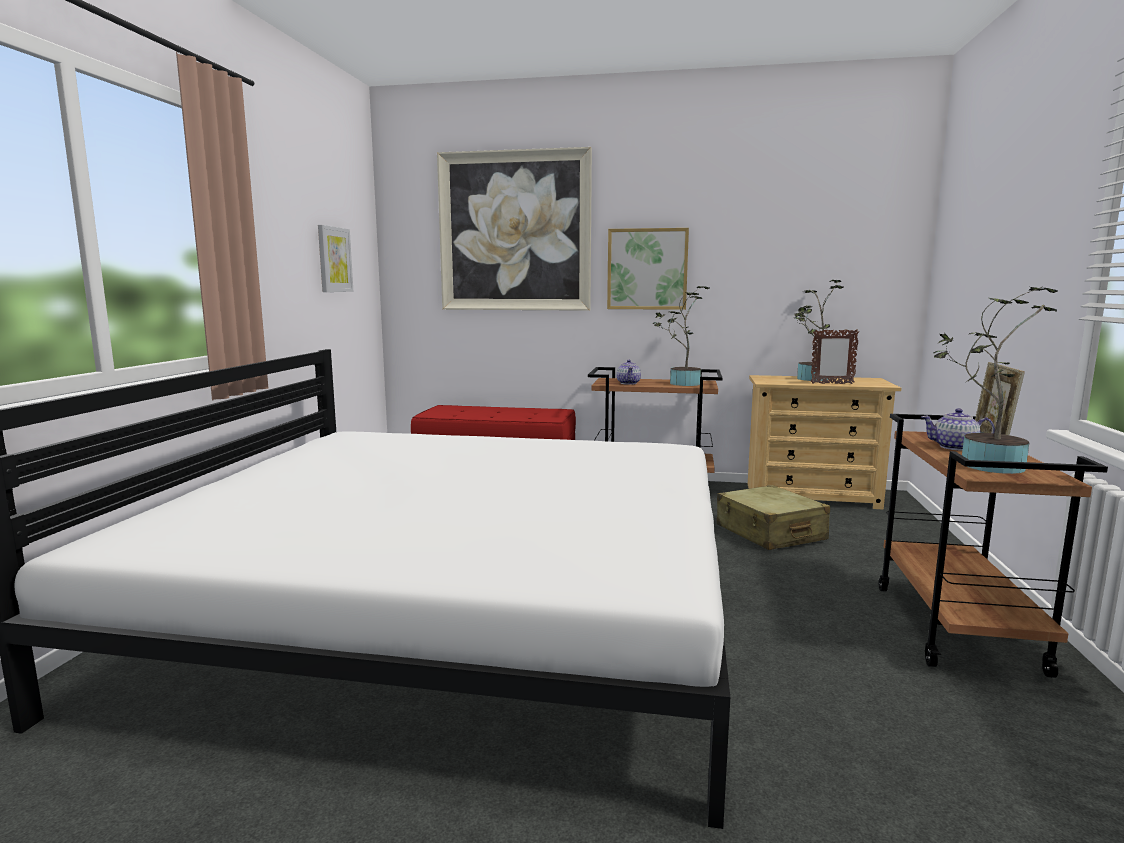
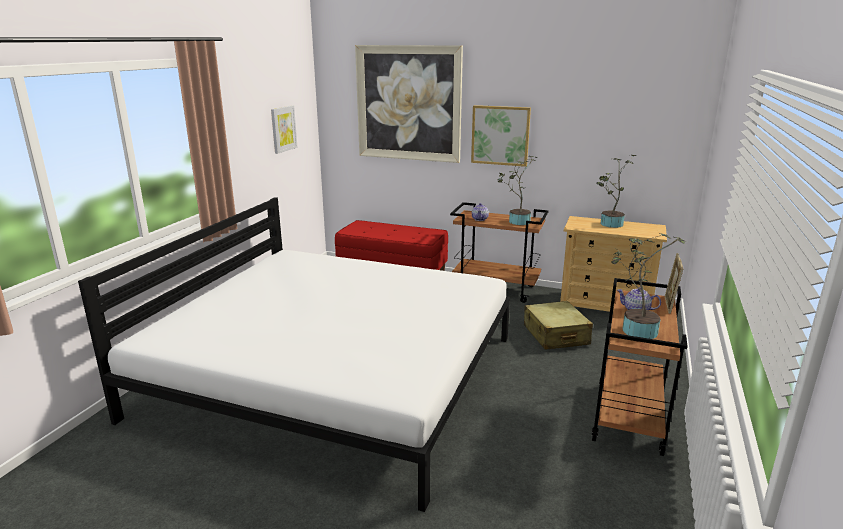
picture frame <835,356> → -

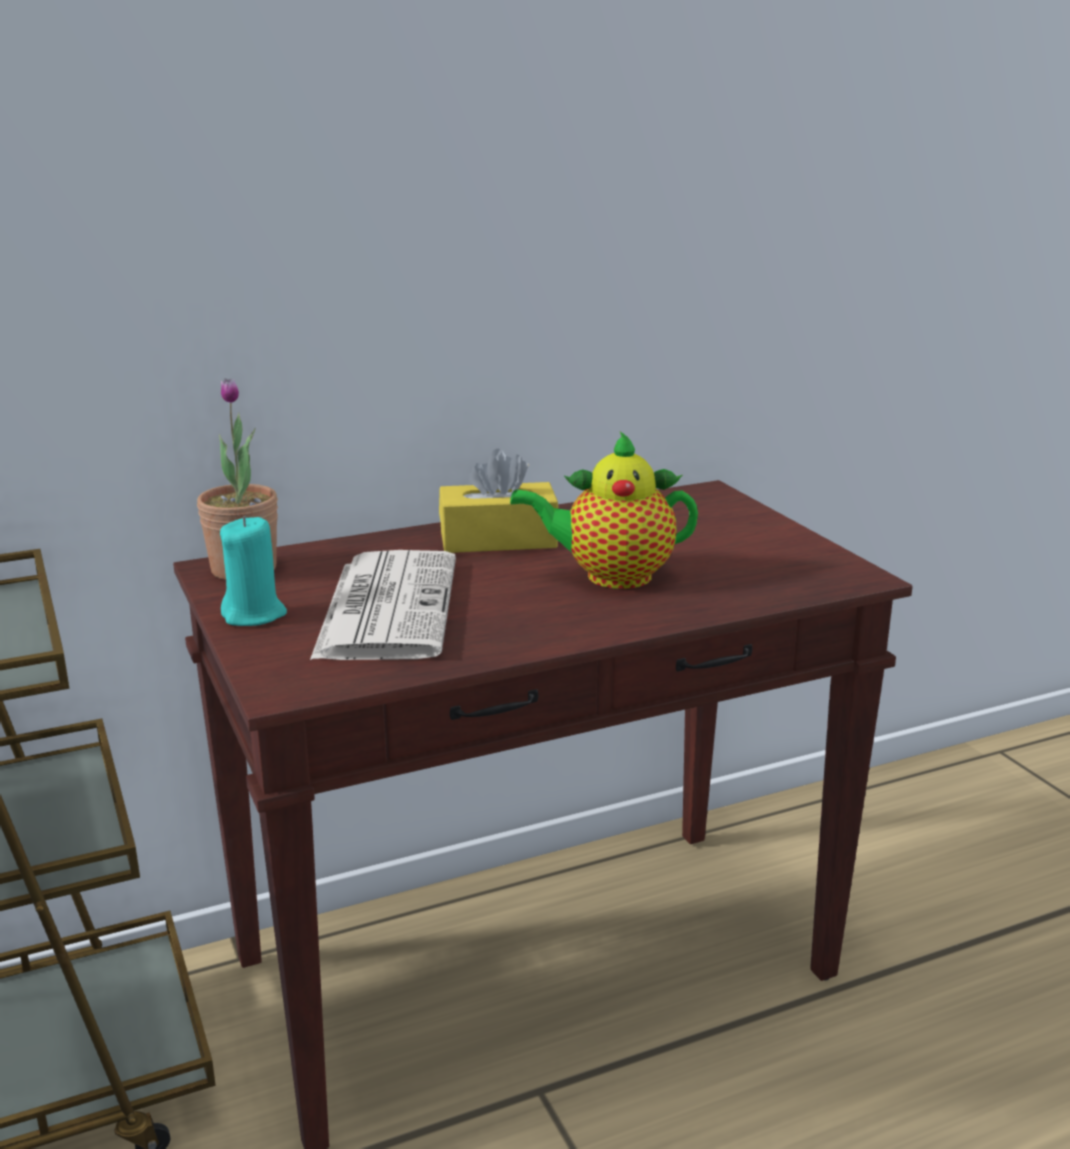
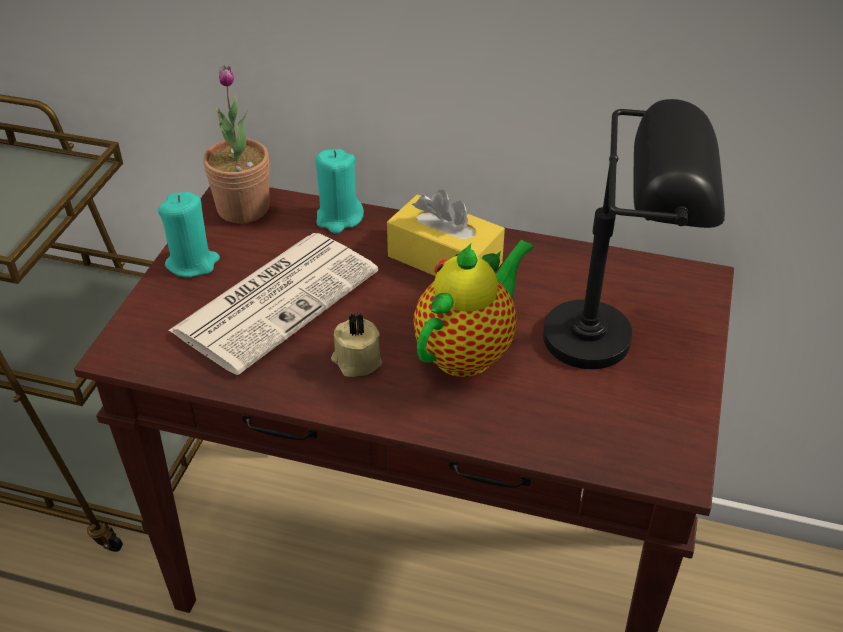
teapot <604,510> → teapot <473,308>, 90 degrees clockwise
- → candle in turquoise <339,191>
- → candle in beige <356,344>
- → table lamp in black <634,234>

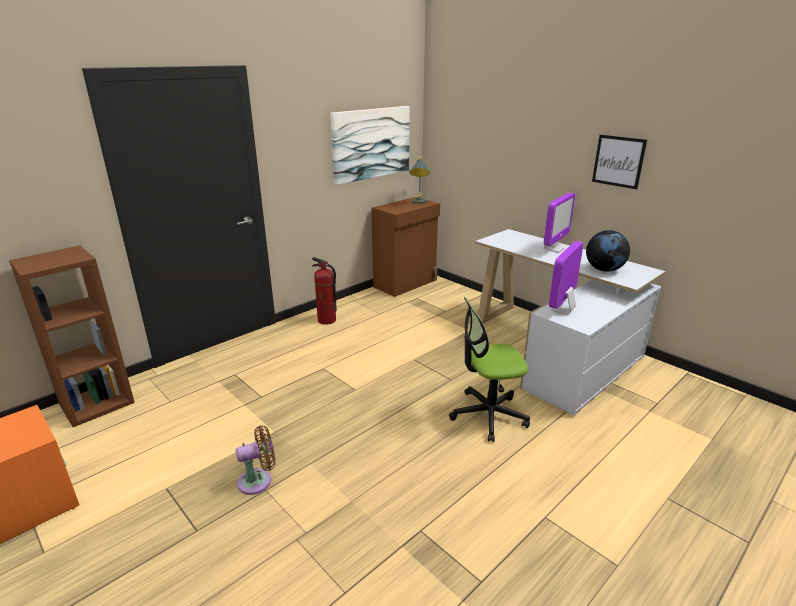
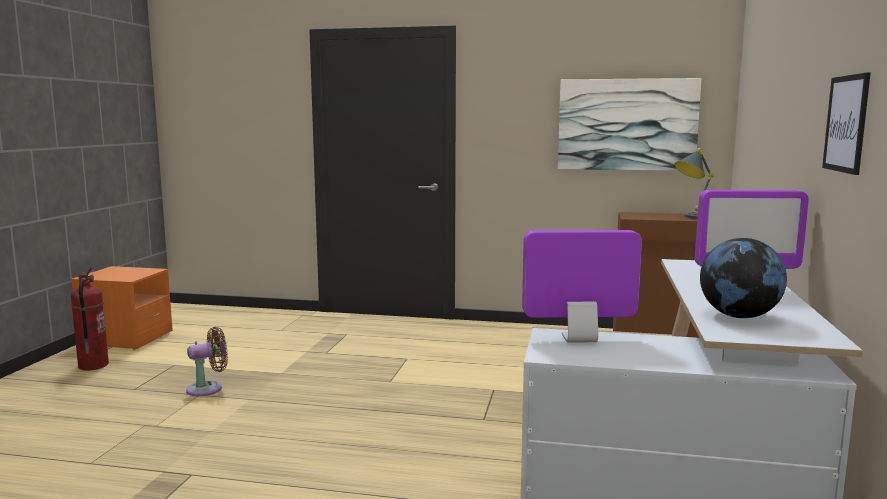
bookcase in brown <72,336> → -
fan in brown <255,460> → fan in brown <207,361>, 60 degrees counterclockwise
fire extinguisher <324,291> → fire extinguisher <90,318>, shifted
office chair <489,369> → -

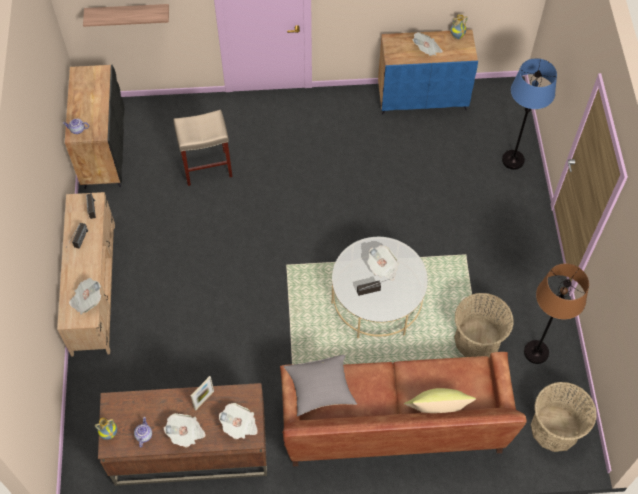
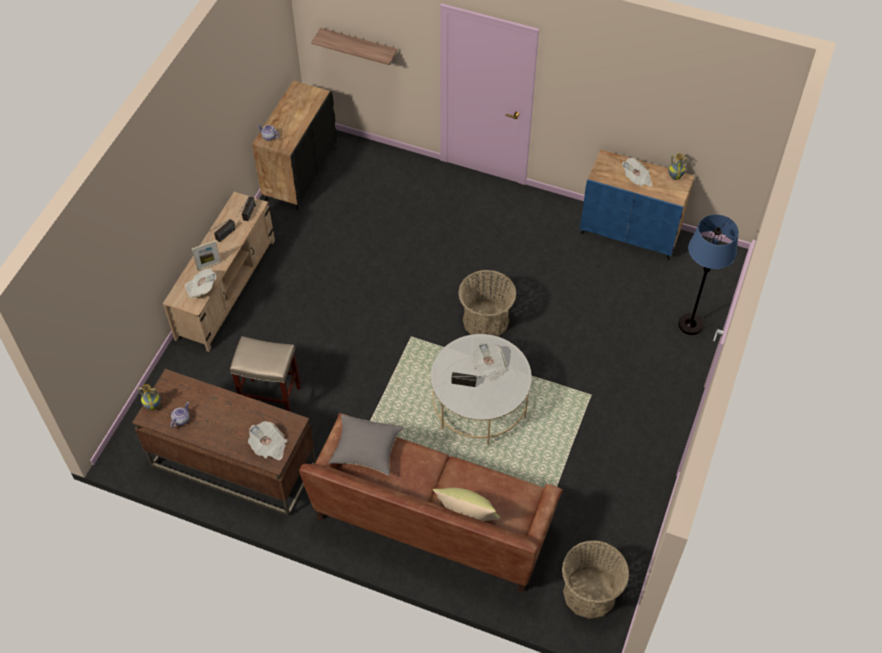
newspaper <185,430> → -
stool in beige <202,148> → stool in beige <265,374>, shifted
picture frame <202,393> → picture frame <206,256>, shifted
basket <484,325> → basket <487,303>, shifted
floor lamp in brown <556,313> → -

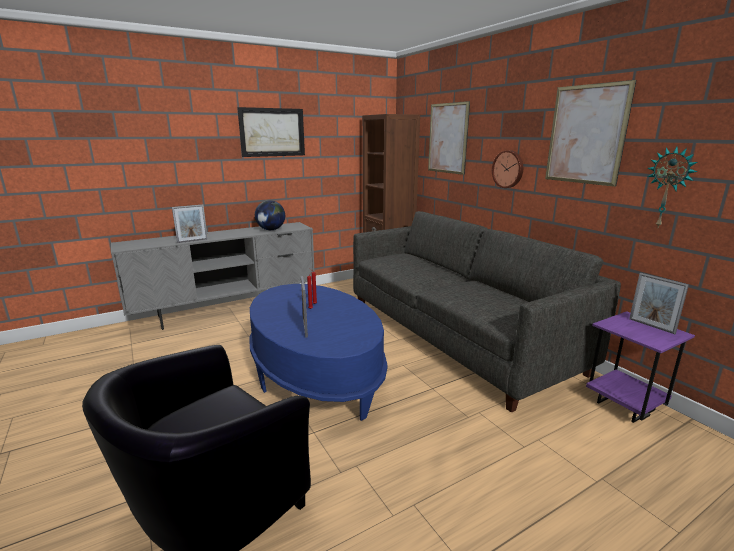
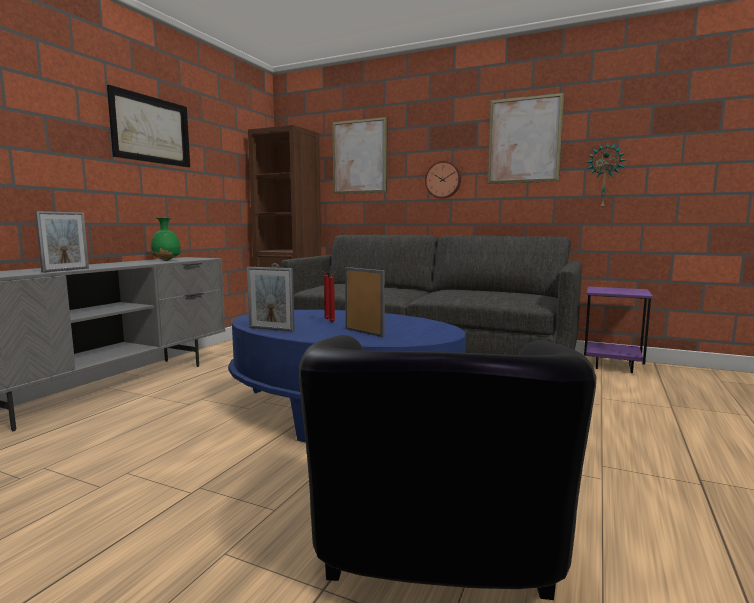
globe <270,215> → vase in green <165,239>
picture frame <659,303> → picture frame <271,299>, shifted

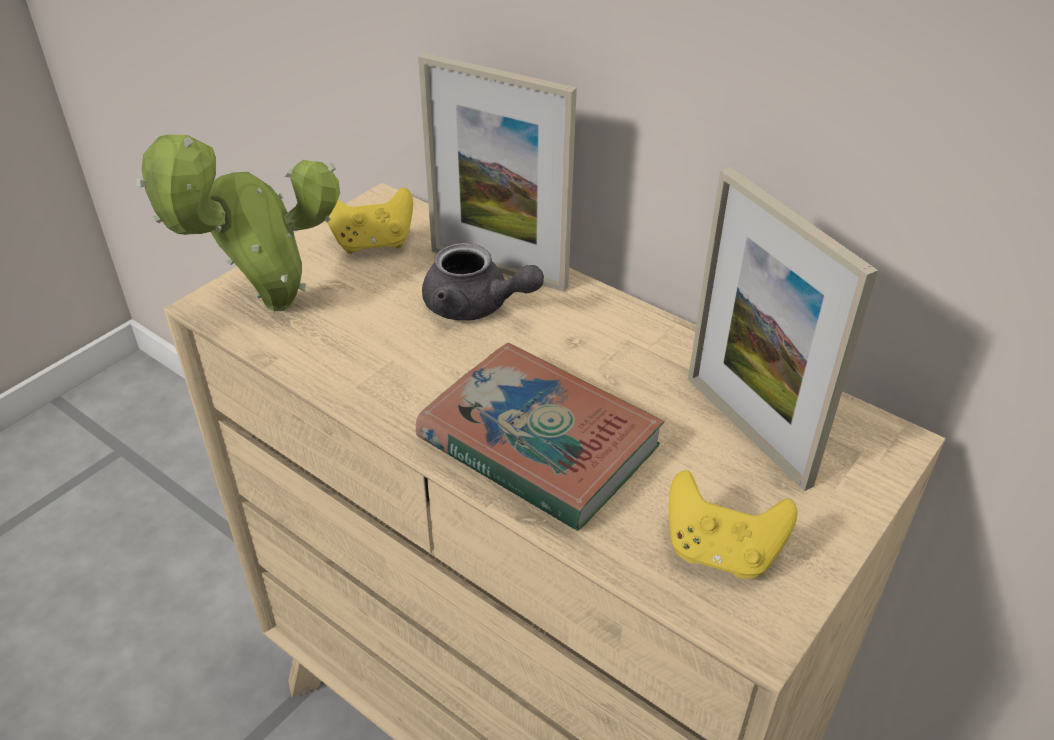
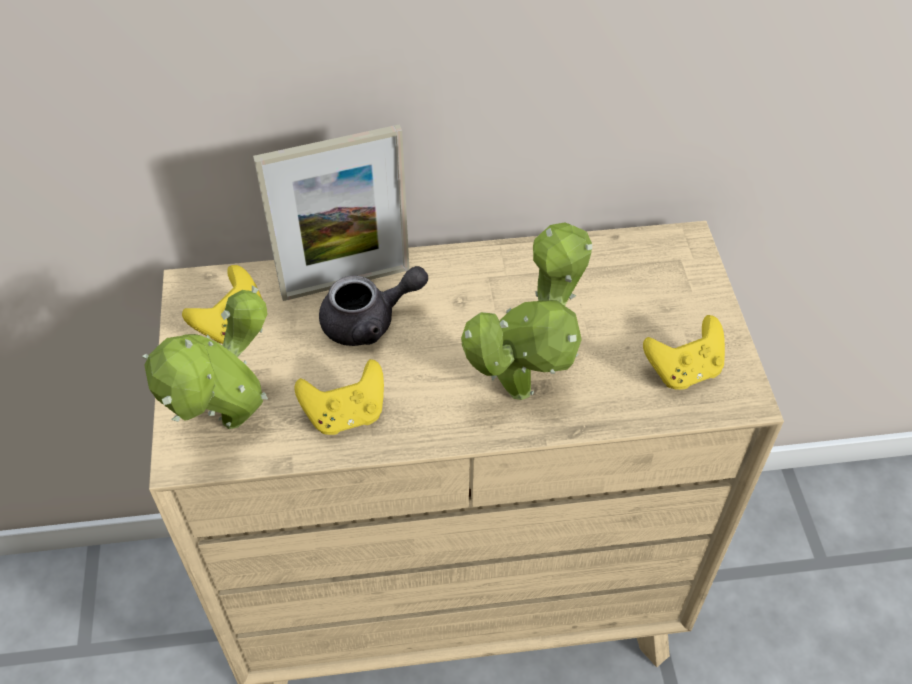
book <540,437> → potted plant <526,311>
picture frame <783,329> → -
- → game controller in yellow <339,397>

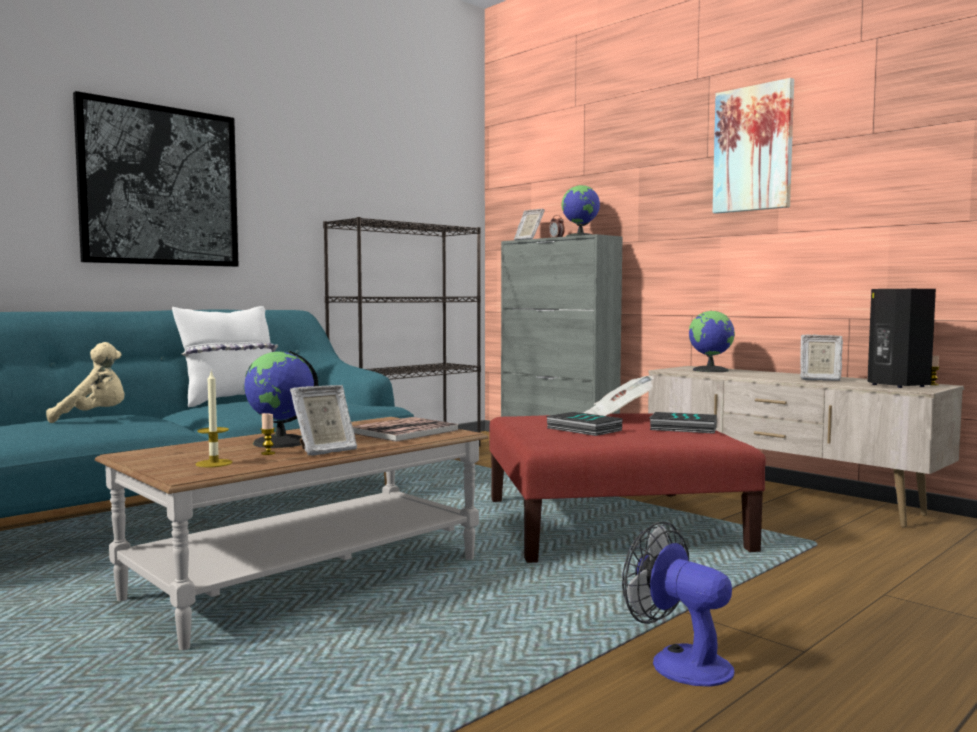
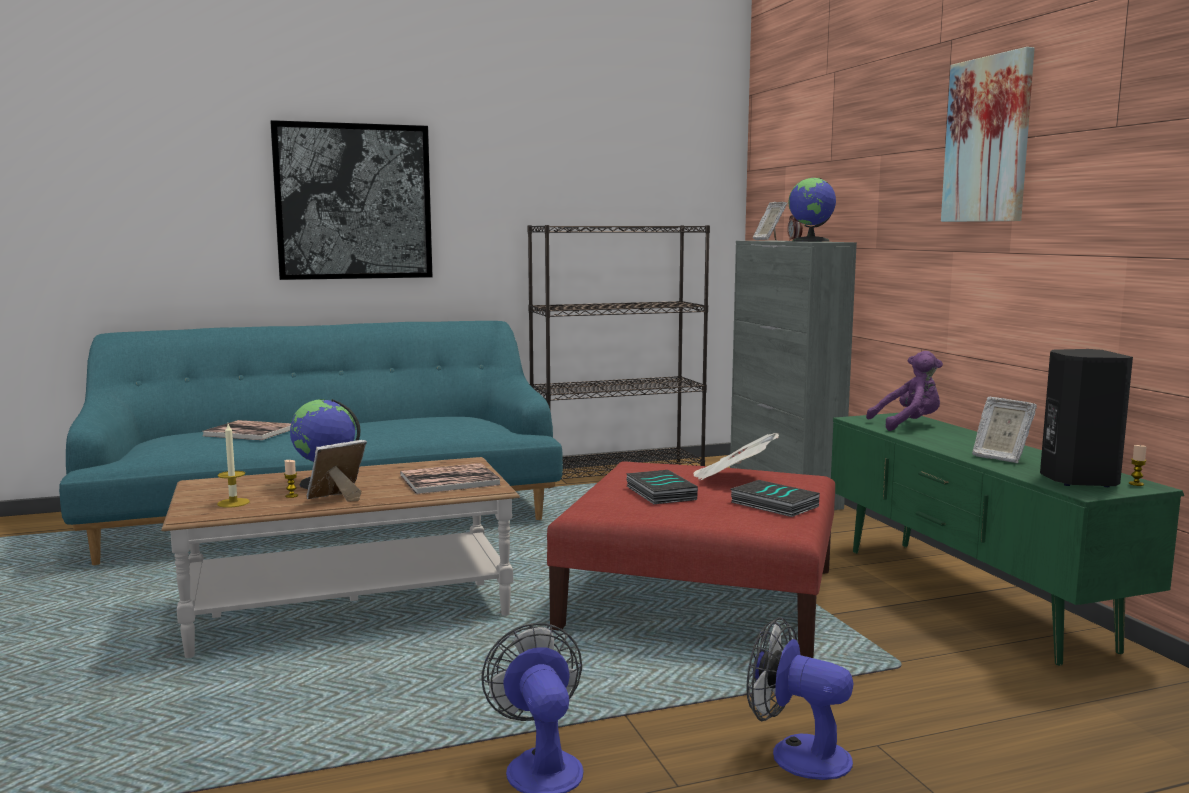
plush toy in beige <85,382> → book <247,430>
pillow in white <225,356> → -
picture frame <323,420> → picture frame <337,471>, 150 degrees clockwise
tv stand in beige <806,446> → tv stand in green <1007,539>
globe <712,341> → plush toy in purple <904,391>
- → fan <800,698>

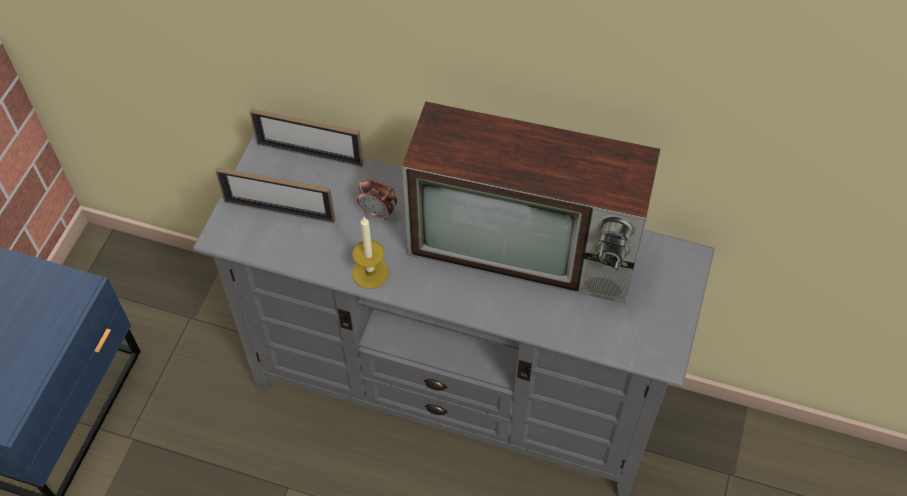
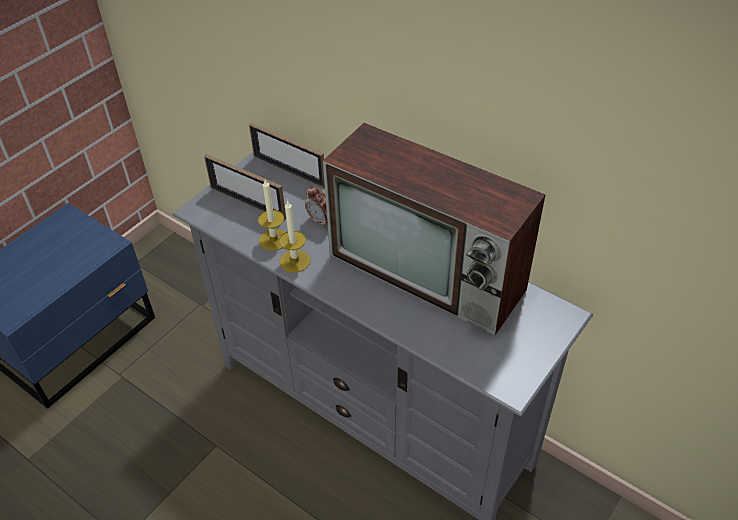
- → candle <271,215>

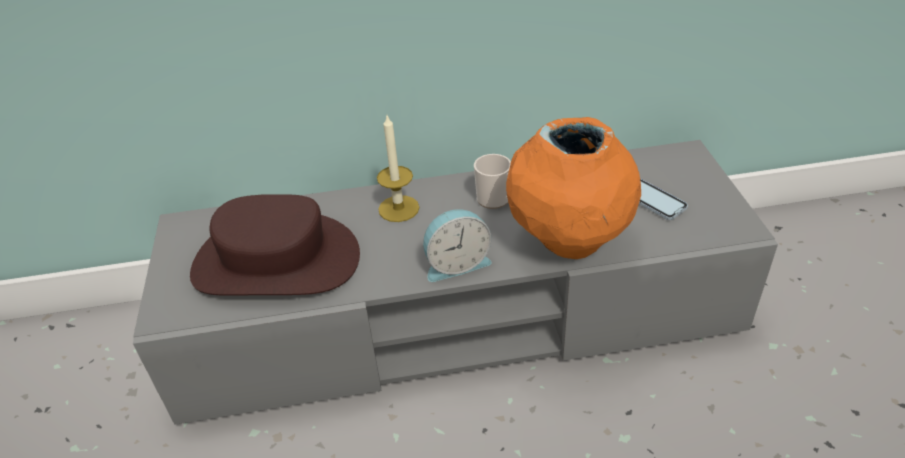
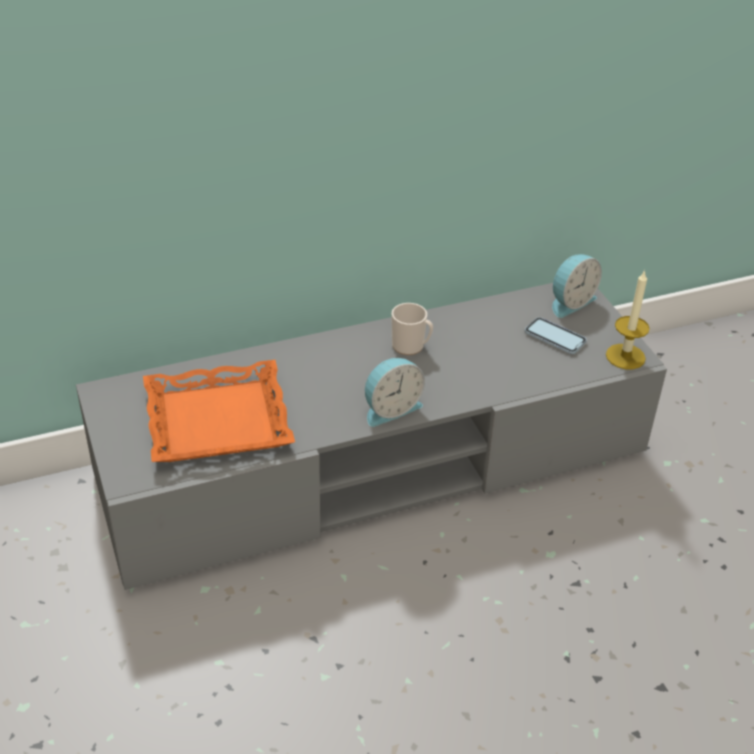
hat in brown <275,245> → tray in orange <219,411>
candle <398,169> → candle <628,319>, shifted
vase in orange <573,188> → -
- → alarm clock <577,286>

